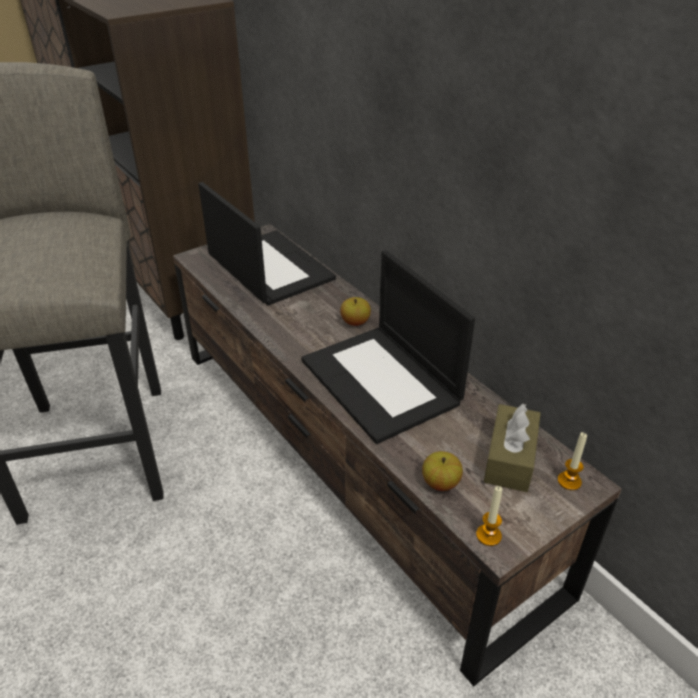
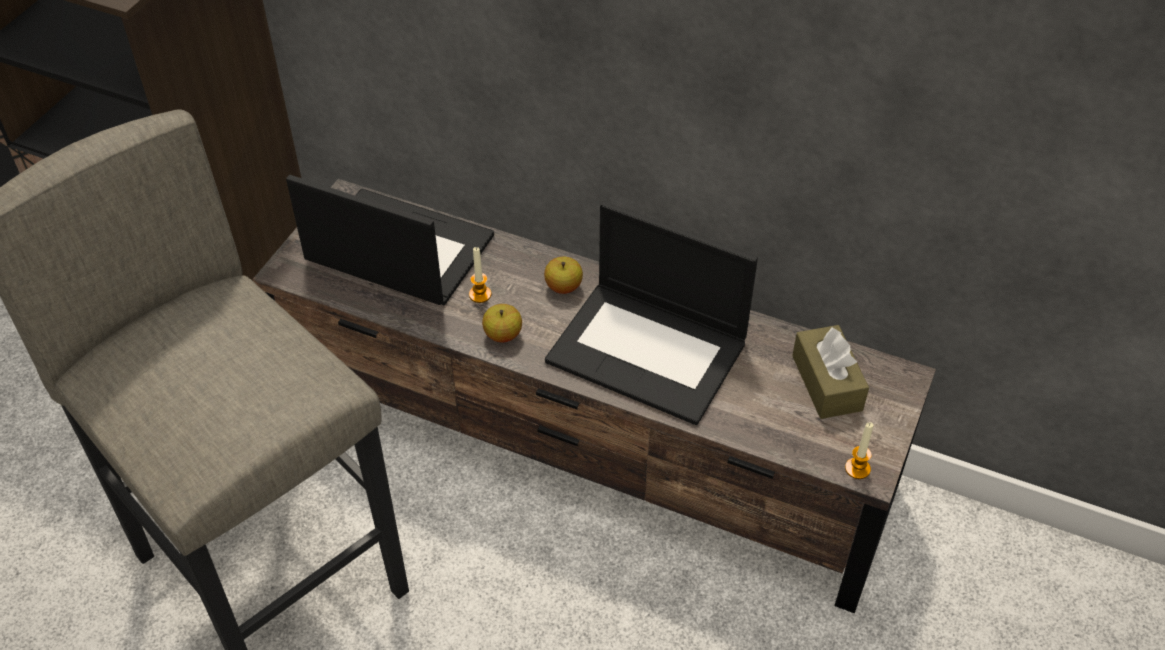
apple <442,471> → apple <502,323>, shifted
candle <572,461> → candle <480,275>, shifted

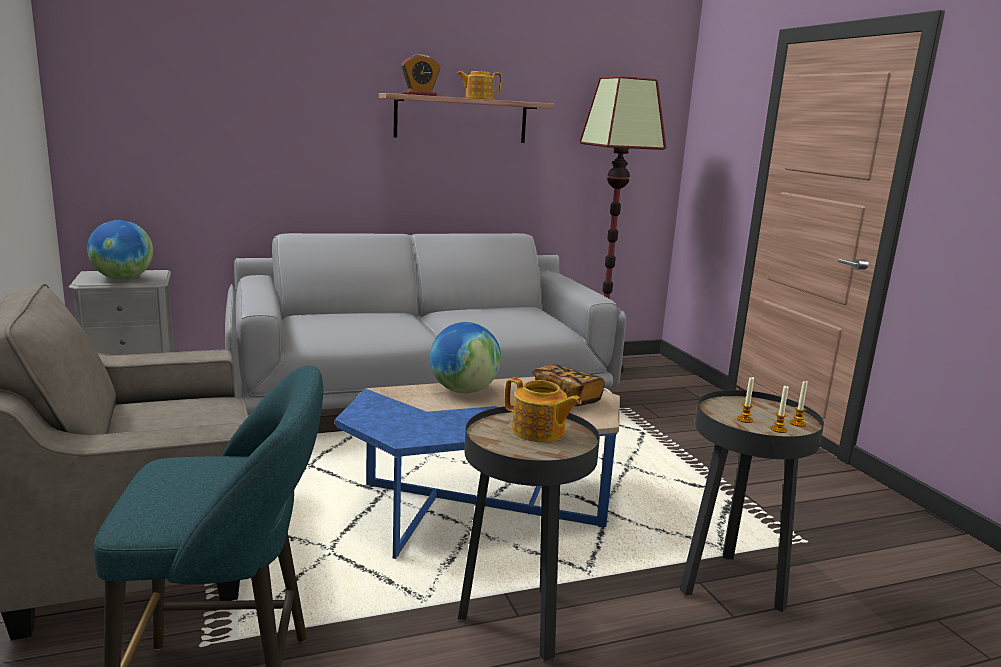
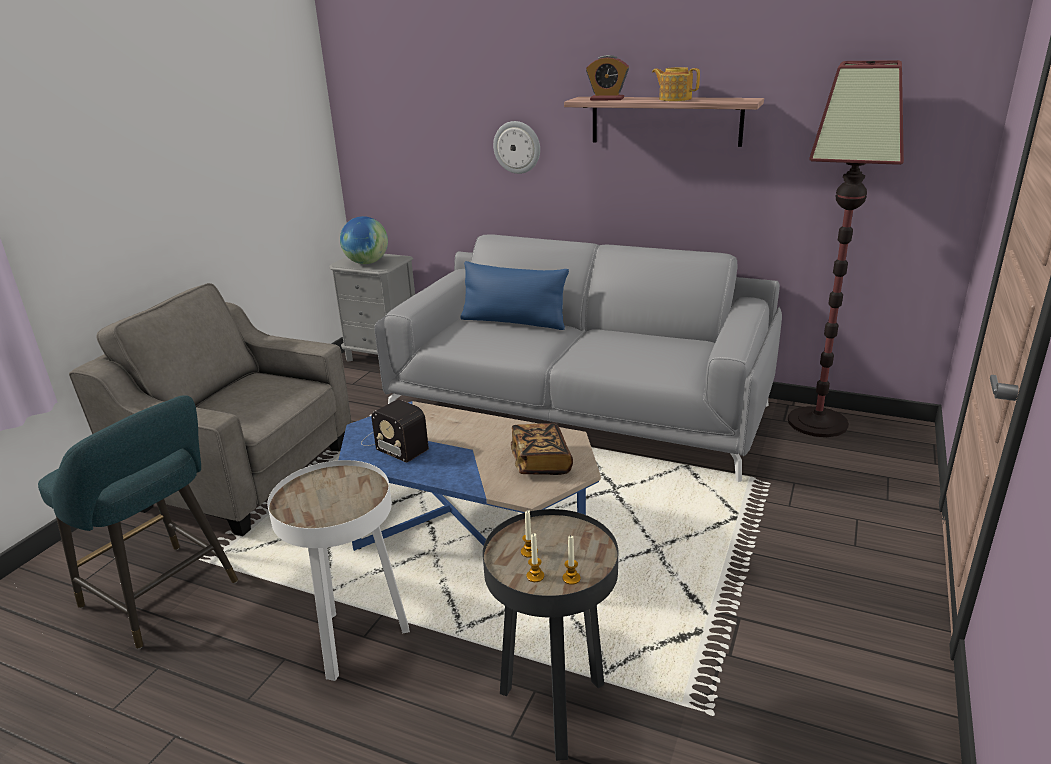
globe <465,357> → -
side table in black <529,533> → side table in white <338,570>
teapot <543,410> → -
- → radio <395,431>
- → pillow in blue <515,295>
- → wall clock <516,147>

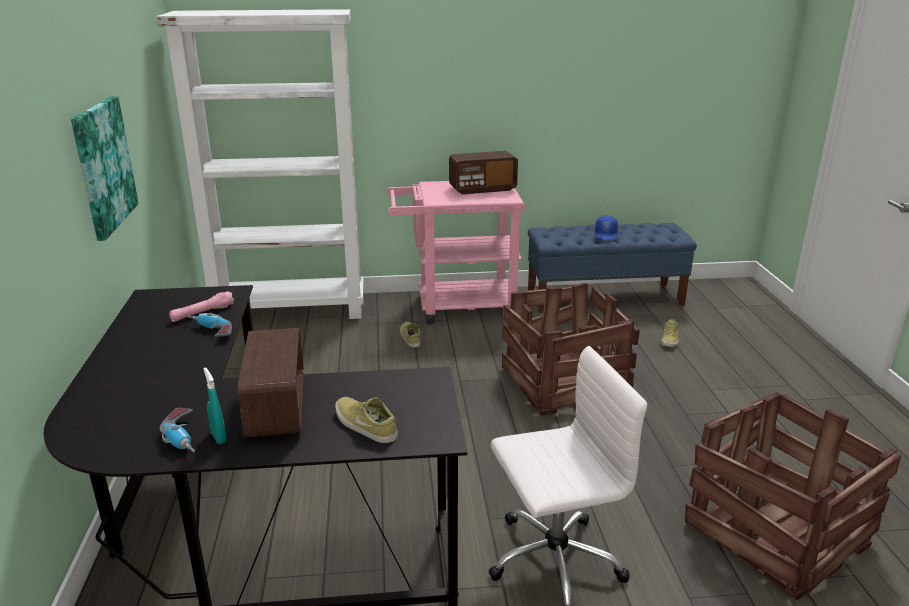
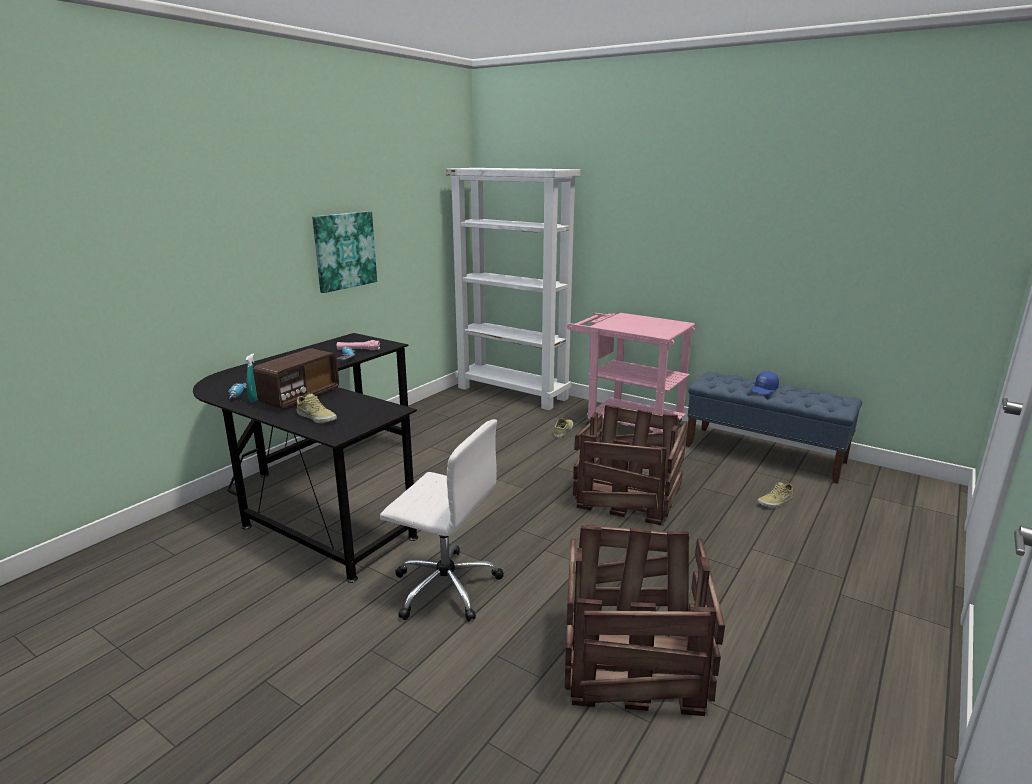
shoe in beige <366,420> → shoe in beige <317,408>, 135 degrees clockwise
radio <483,172> → -

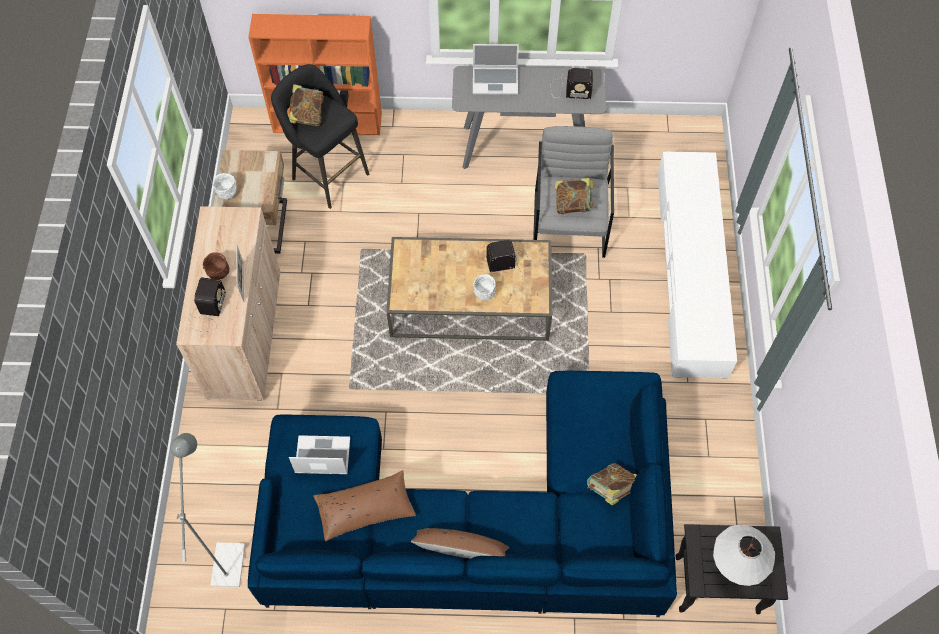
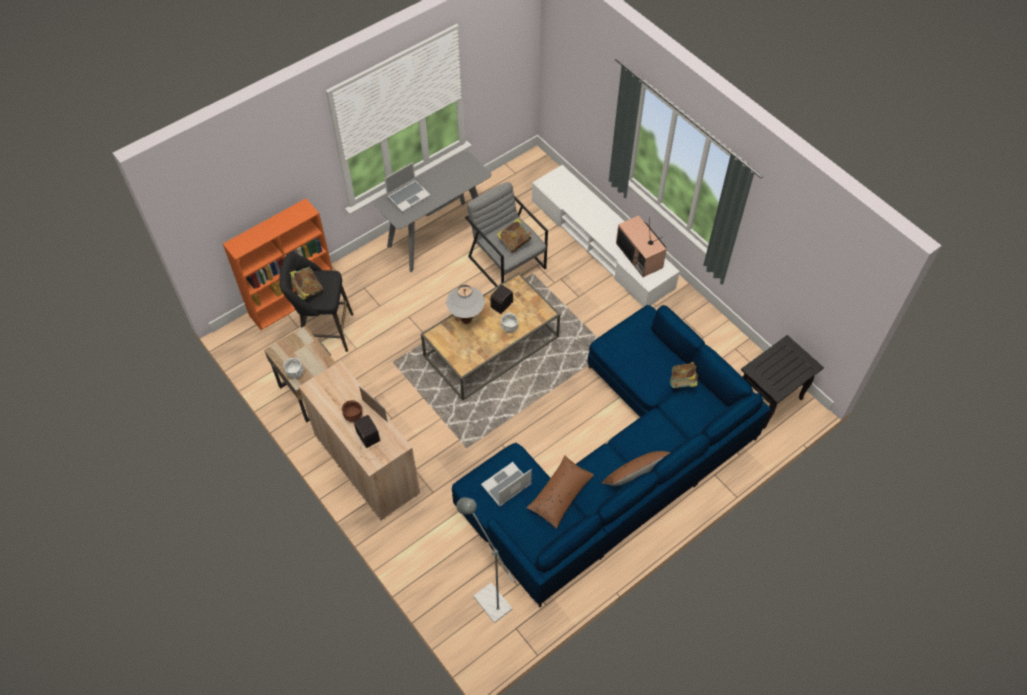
radio <571,83> → -
table lamp in white <744,555> → table lamp in white <465,304>, shifted
- → television <641,246>

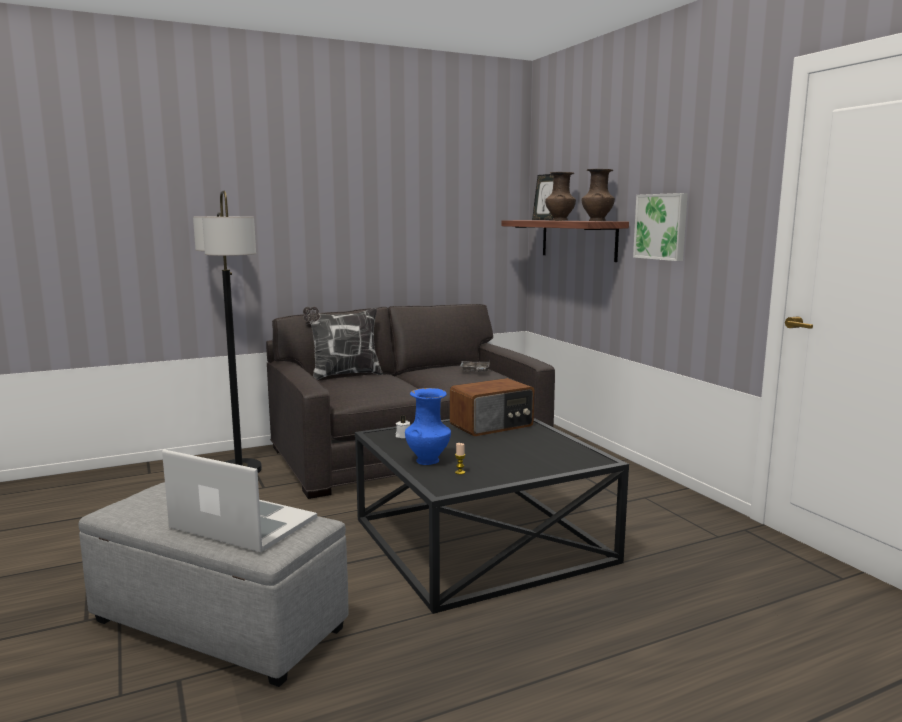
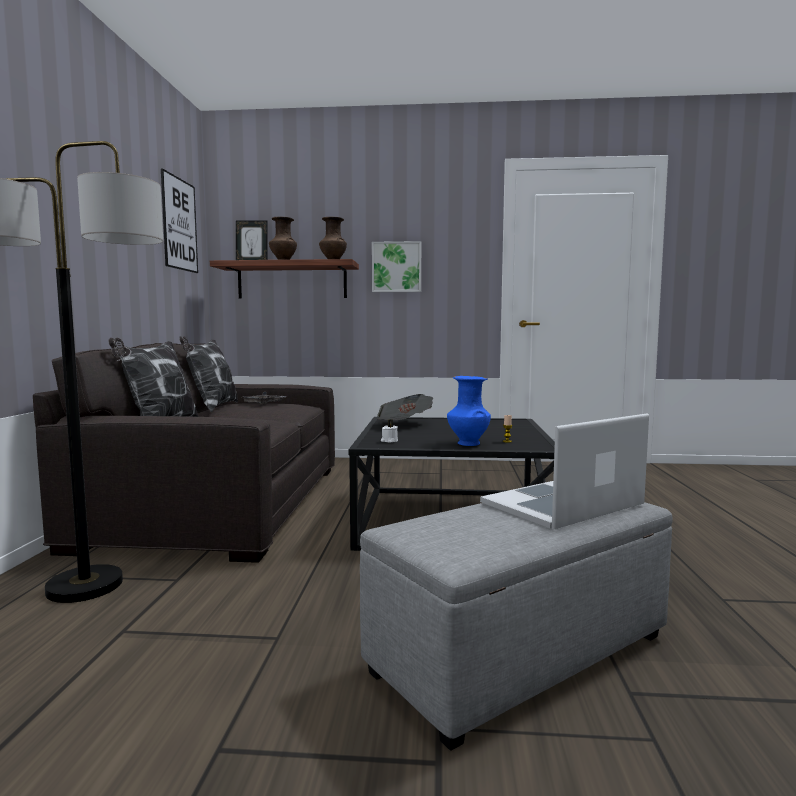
radio <492,407> → newspaper <405,407>
- → picture <179,220>
- → pillow <208,374>

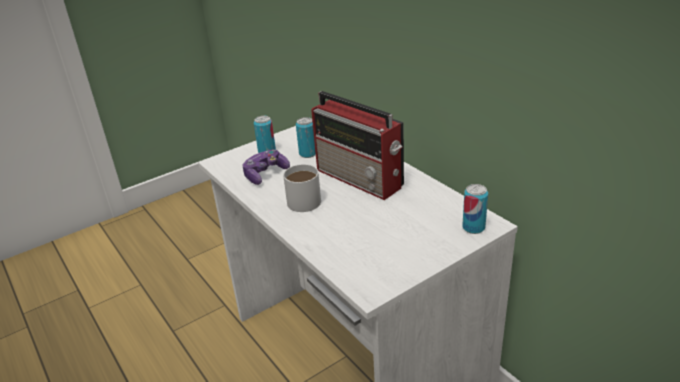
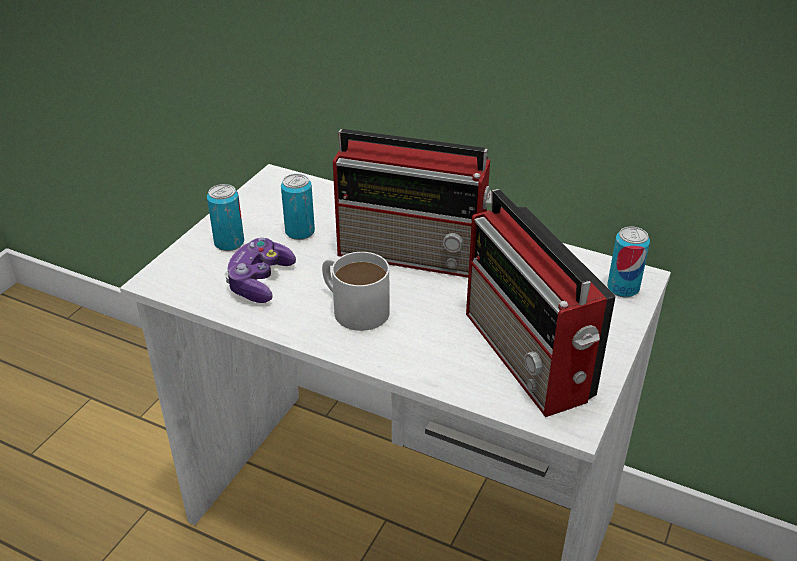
- → radio <541,303>

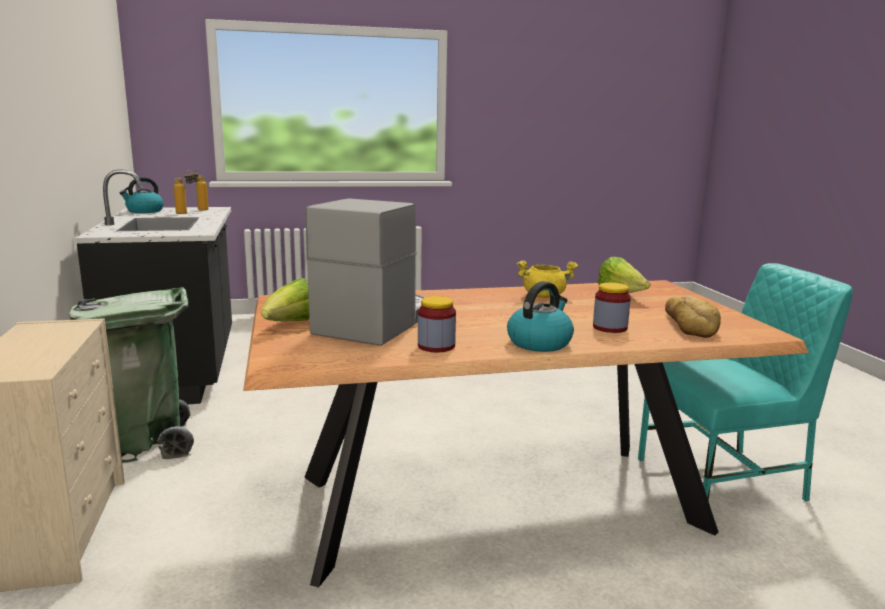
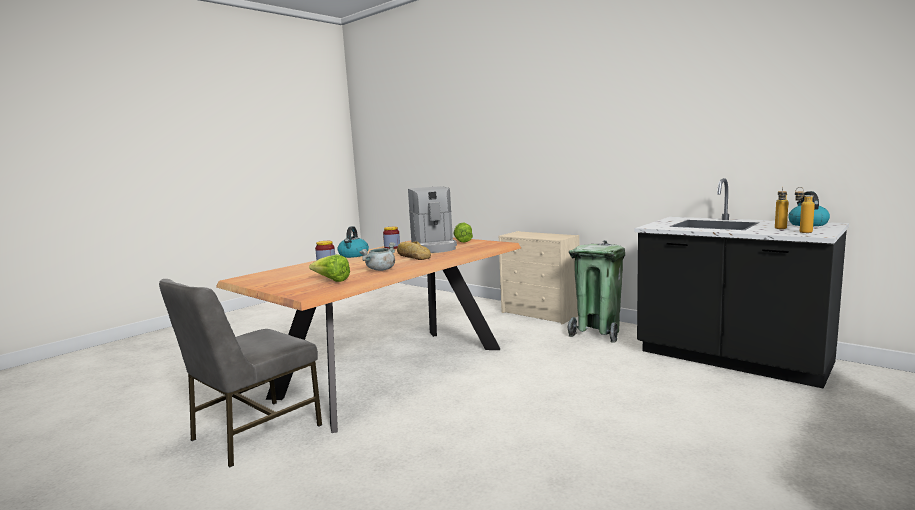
cooking pot in yellow <547,279> → cooking pot in grey <377,256>
chair in turquoise <745,382> → chair in grey <240,373>
bread <693,317> → bread <414,250>, shifted

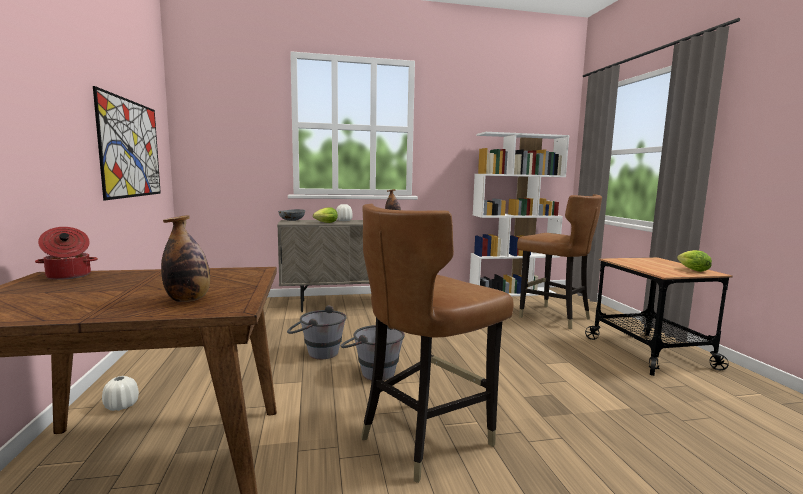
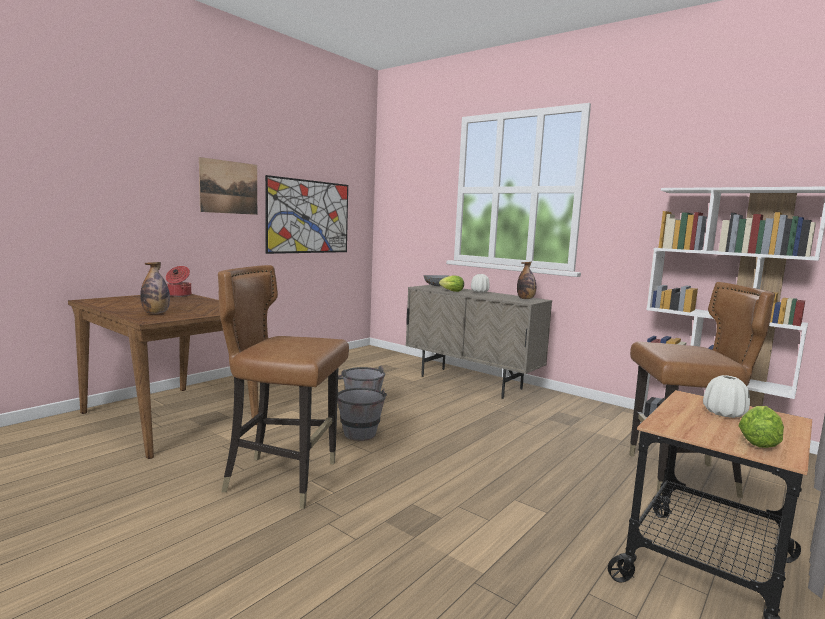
vase in white <120,393> → vase in white <726,396>, shifted
chair in brown <559,261> → chair in brown <702,390>, 90 degrees counterclockwise
- → picture <228,186>

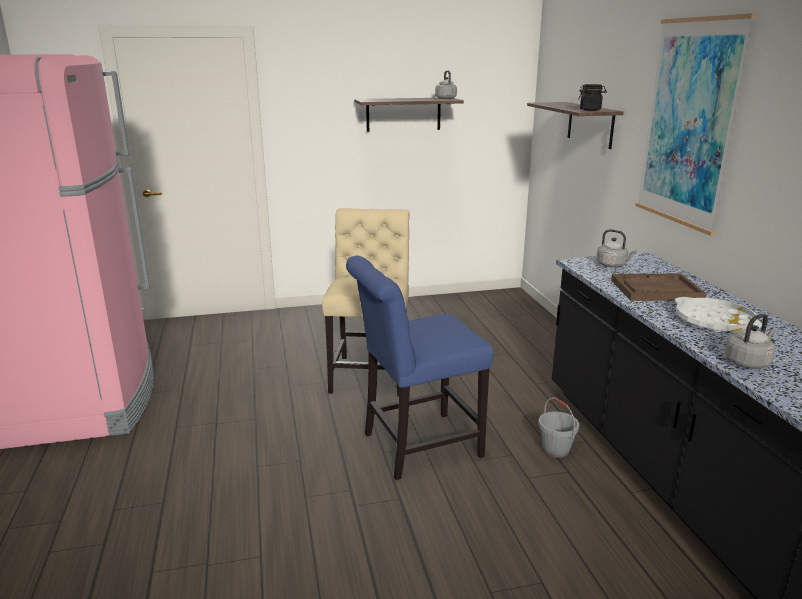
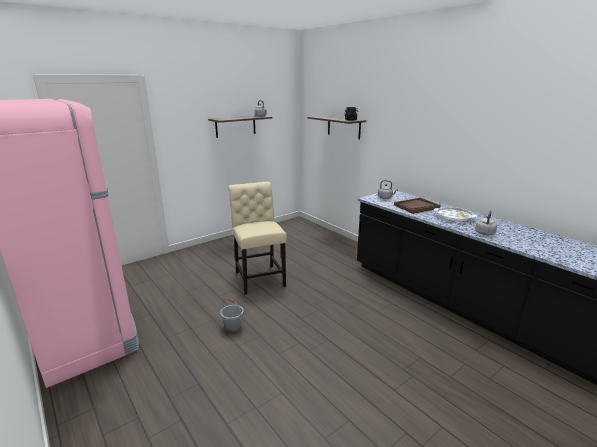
chair in blue <419,368> → -
bucket in grey <558,427> → bucket in grey <232,315>, shifted
picture <696,124> → -

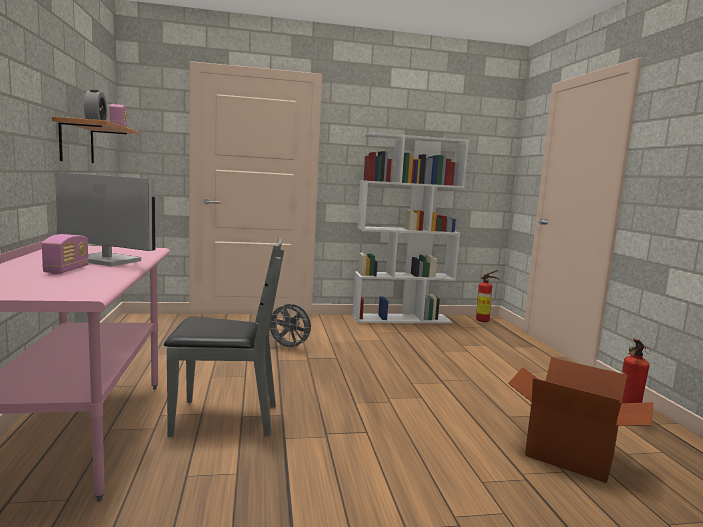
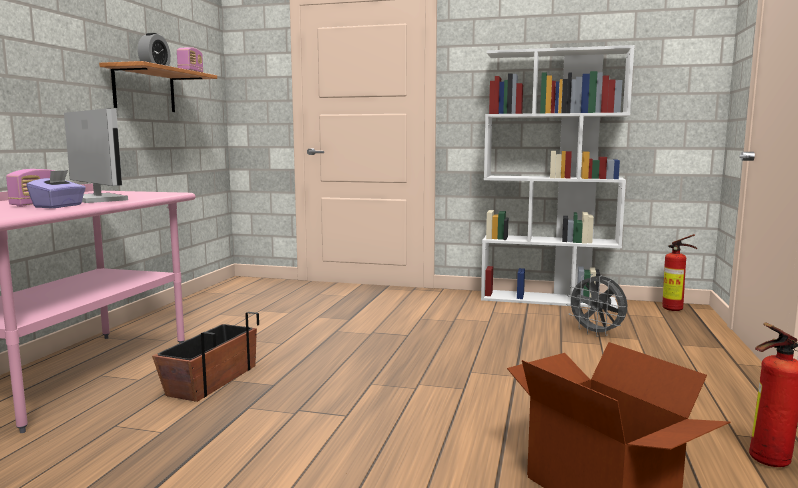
chair in grey <224,337> → planter <205,357>
fan in grey <290,327> → fan in grey <596,305>, shifted
- → tissue box in purple <56,189>

